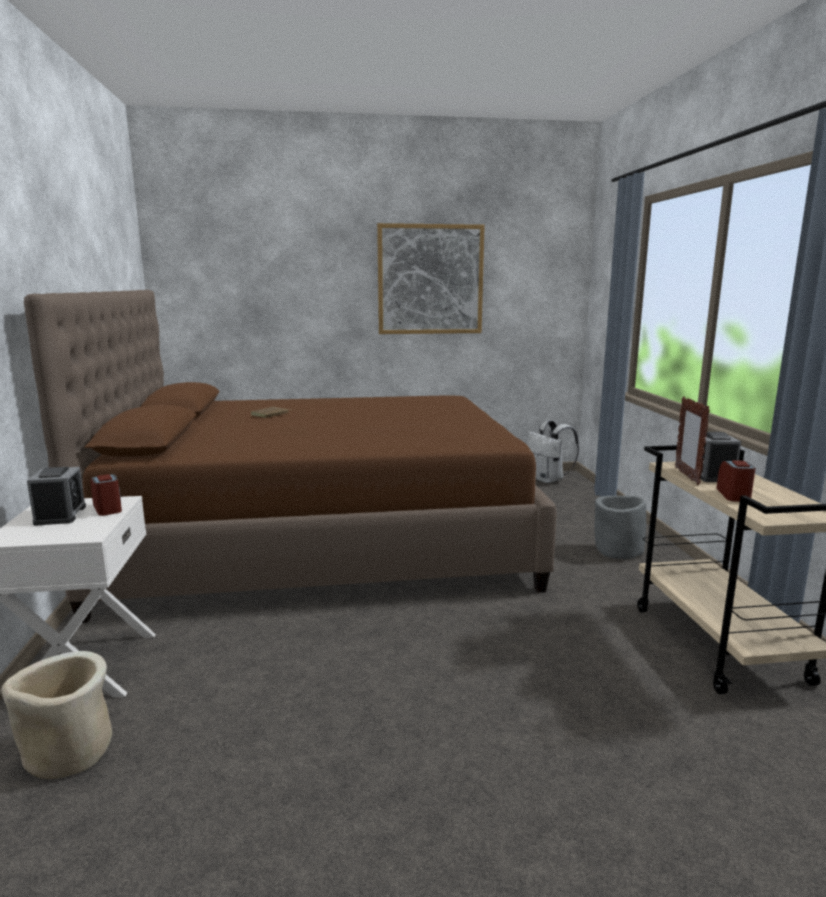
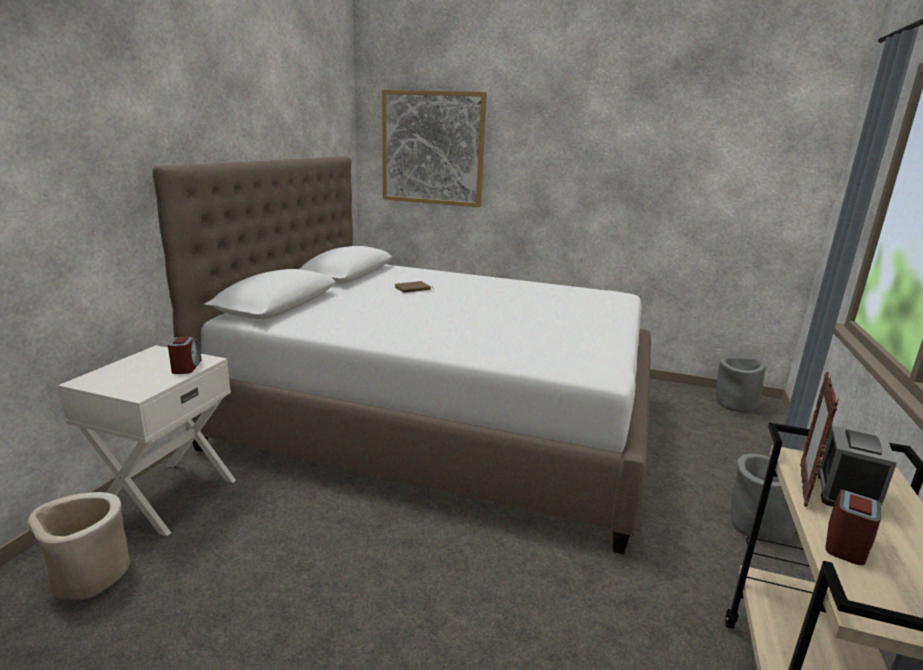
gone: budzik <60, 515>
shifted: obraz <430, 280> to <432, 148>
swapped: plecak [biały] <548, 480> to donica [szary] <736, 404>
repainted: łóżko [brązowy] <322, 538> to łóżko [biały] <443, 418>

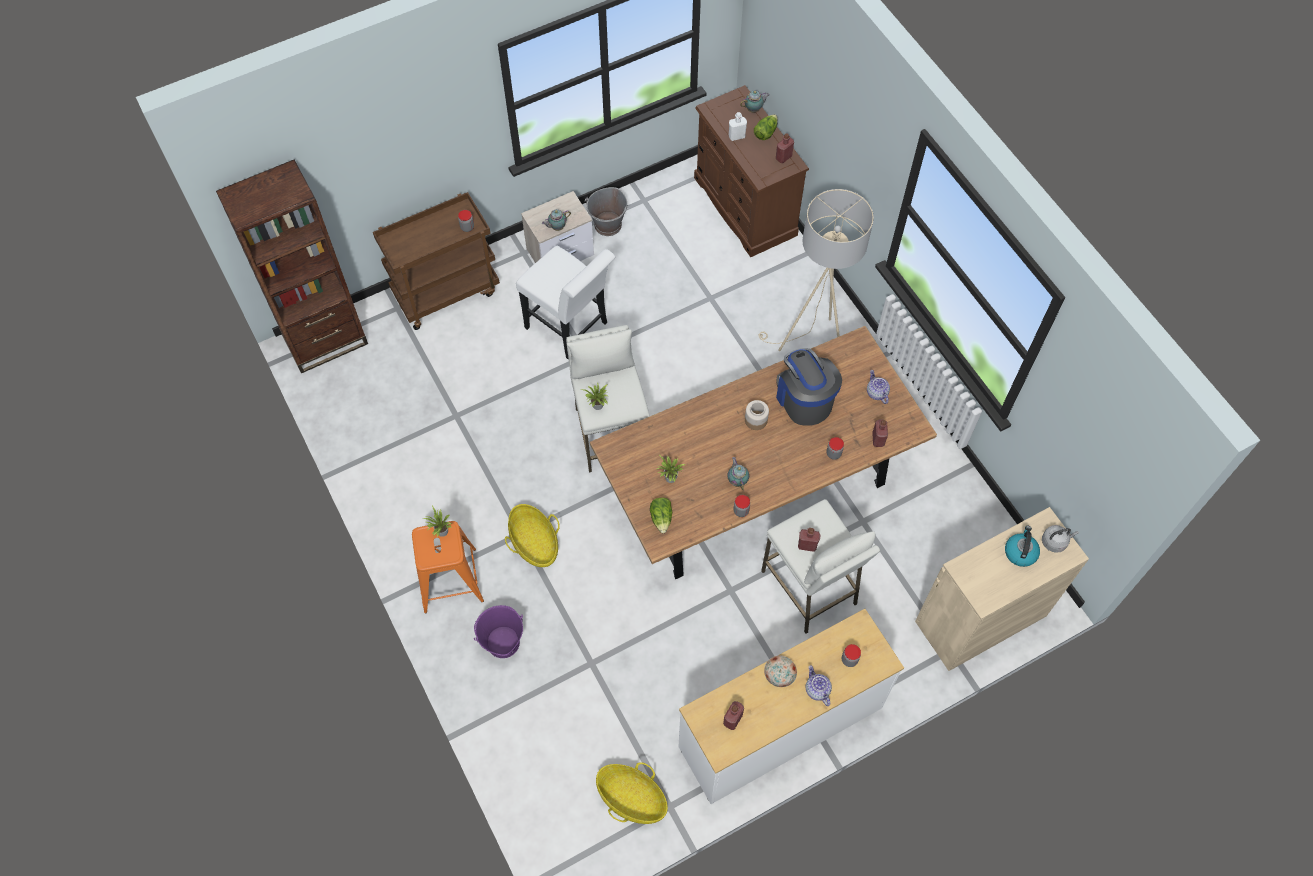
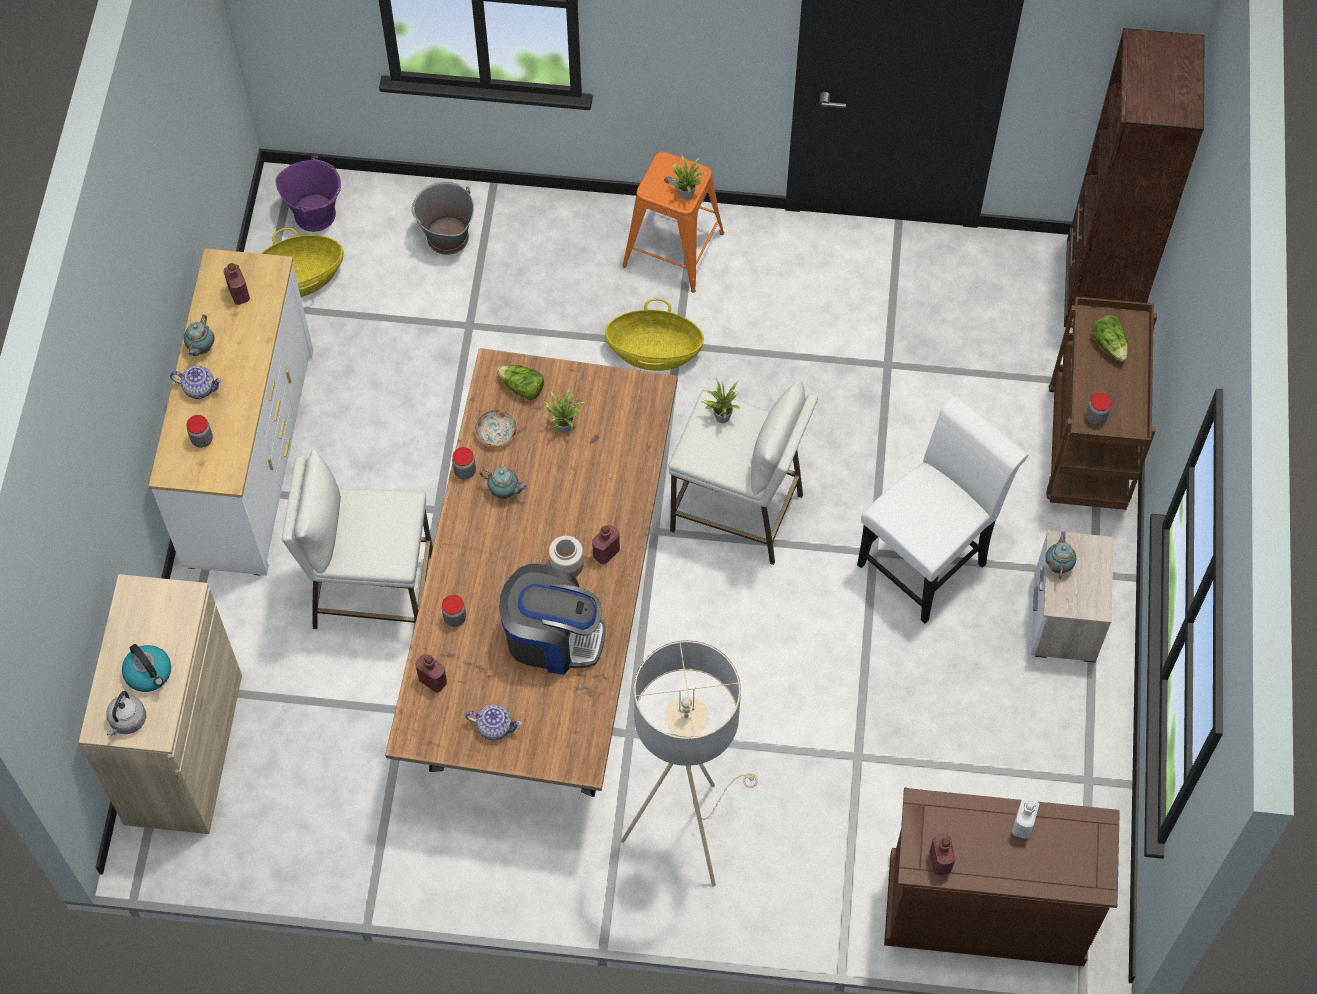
shifted: wiadro [fioletowy] <502, 642> to <315, 214>; wiadro [szary] <608, 225> to <447, 237>; imbryk <754, 109> to <201, 349>; sałata <765, 132> to <1110, 344>; talerz <779, 674> to <496, 432>; butelka [czerwony] <807, 545> to <606, 553>
rotated: krzesło [biały] <570, 328> = <928, 558> 150 degrees clockwise

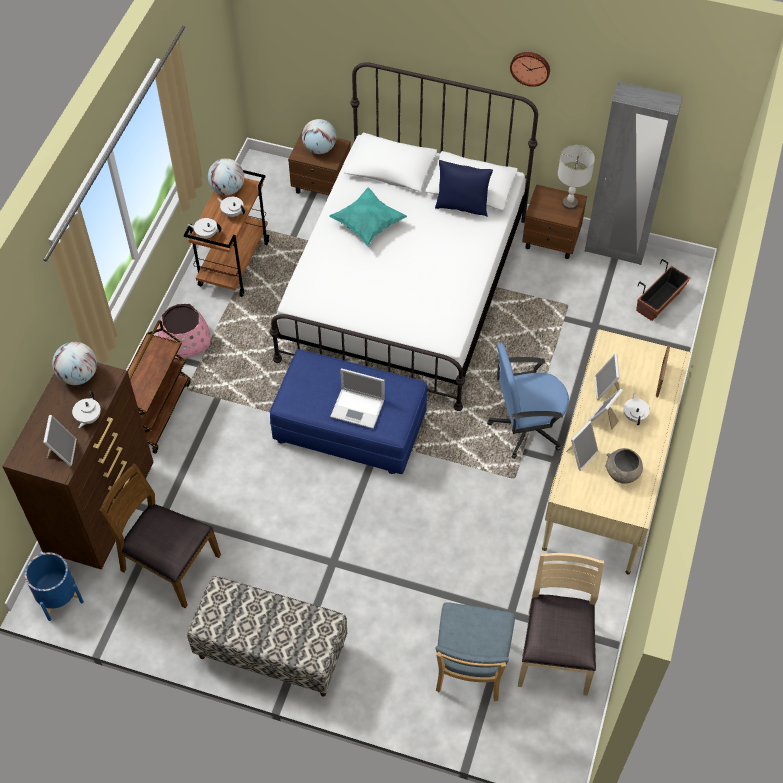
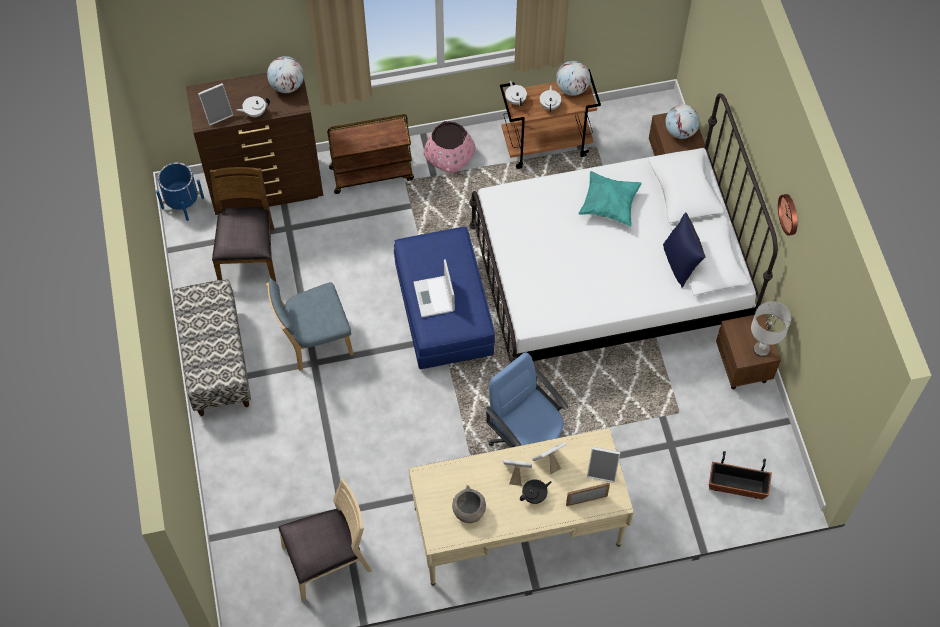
gone: szafa [szary] <615, 250>
shifted: krzesło [niebieski] <470, 669> to <314, 342>; ramka na zdjęcie <580, 455> to <602, 470>
repainted: imbryk [biały] <634, 416> to imbryk [czarny] <534, 496>

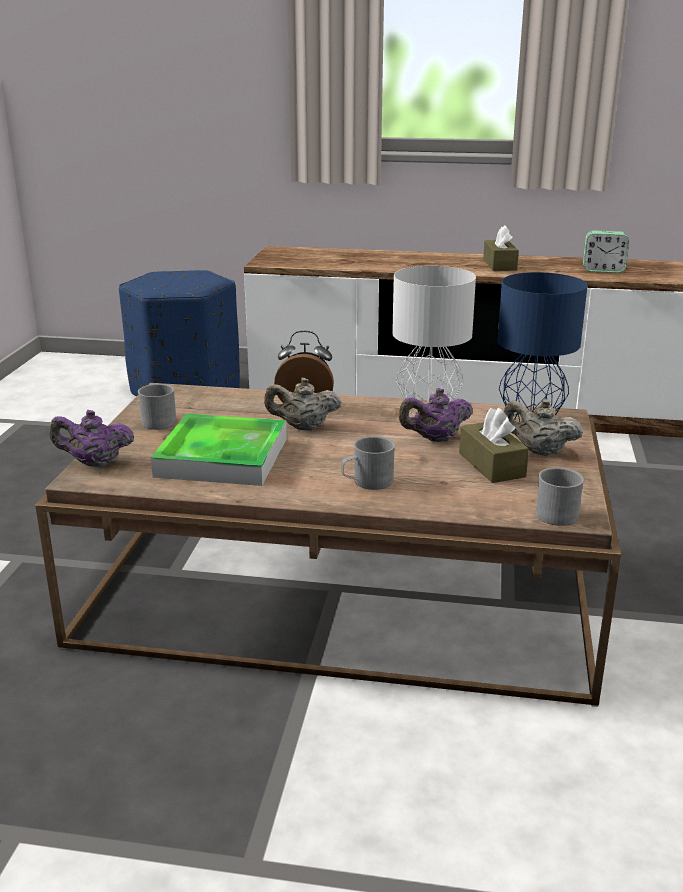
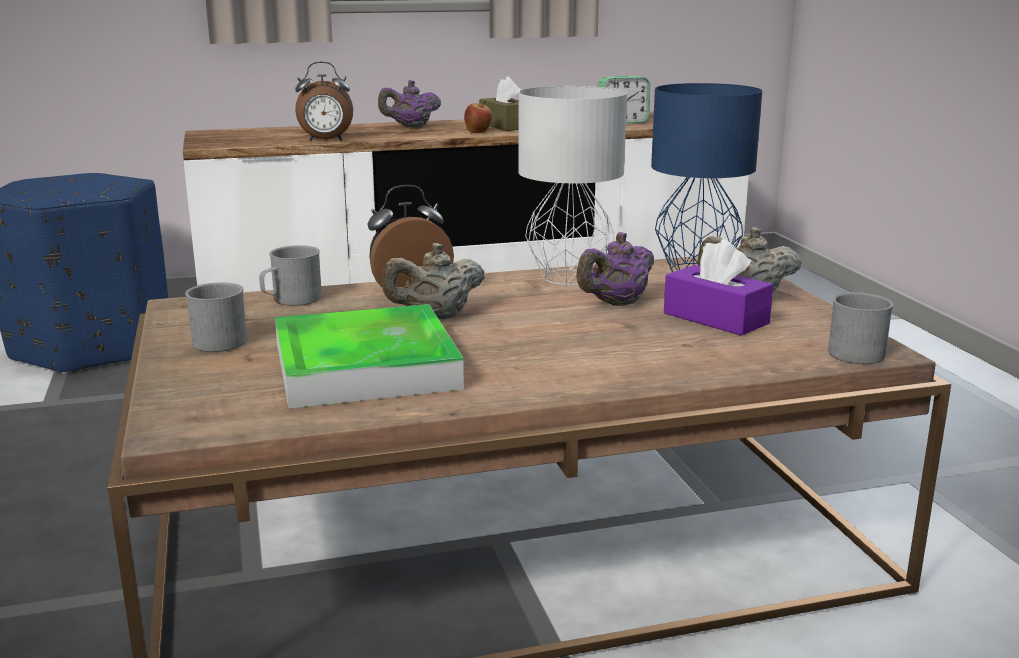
new: budzik <325, 140>; jabłko <478, 132>
shifted: imbryk [fioletowy] <95, 463> to <410, 127>; kubek [szary] <367, 482> to <291, 300>
repainted: pudełko chusteczek [brązowy] <491, 465> to pudełko chusteczek [fioletowy] <715, 318>

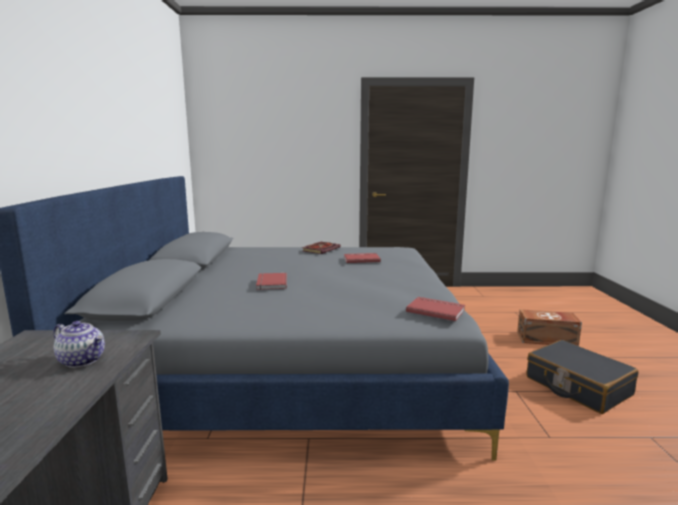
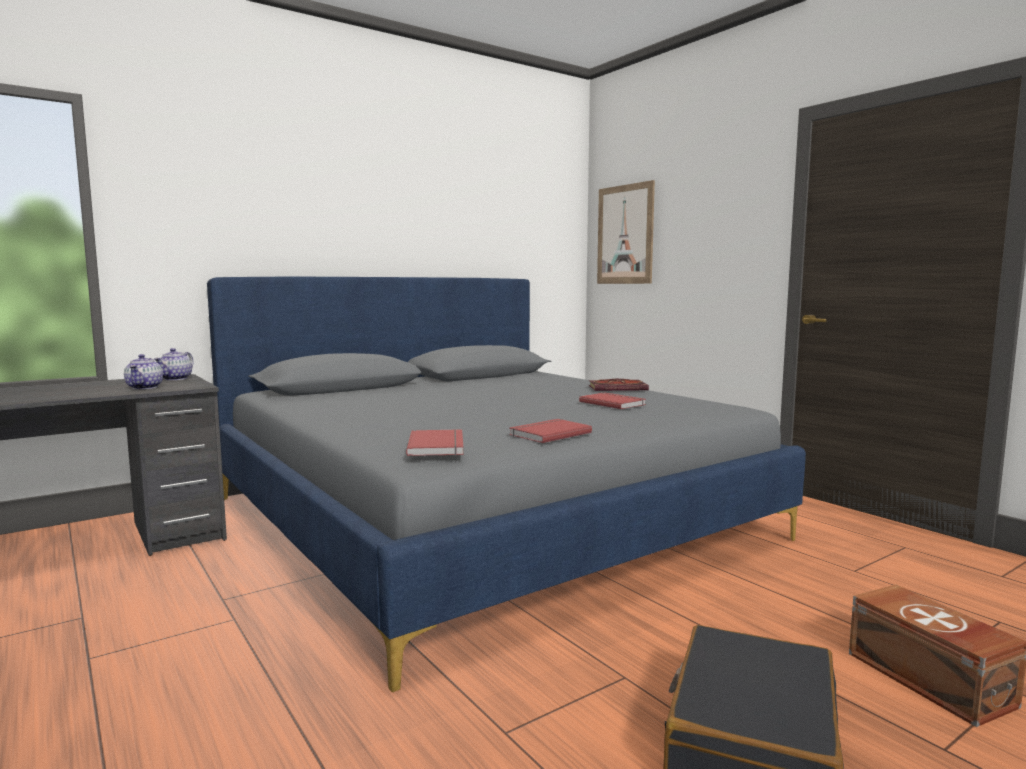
new: imbryk <175, 379>; obraz <625, 234>
shifted: książka [czerwony] <270, 283> to <548, 433>

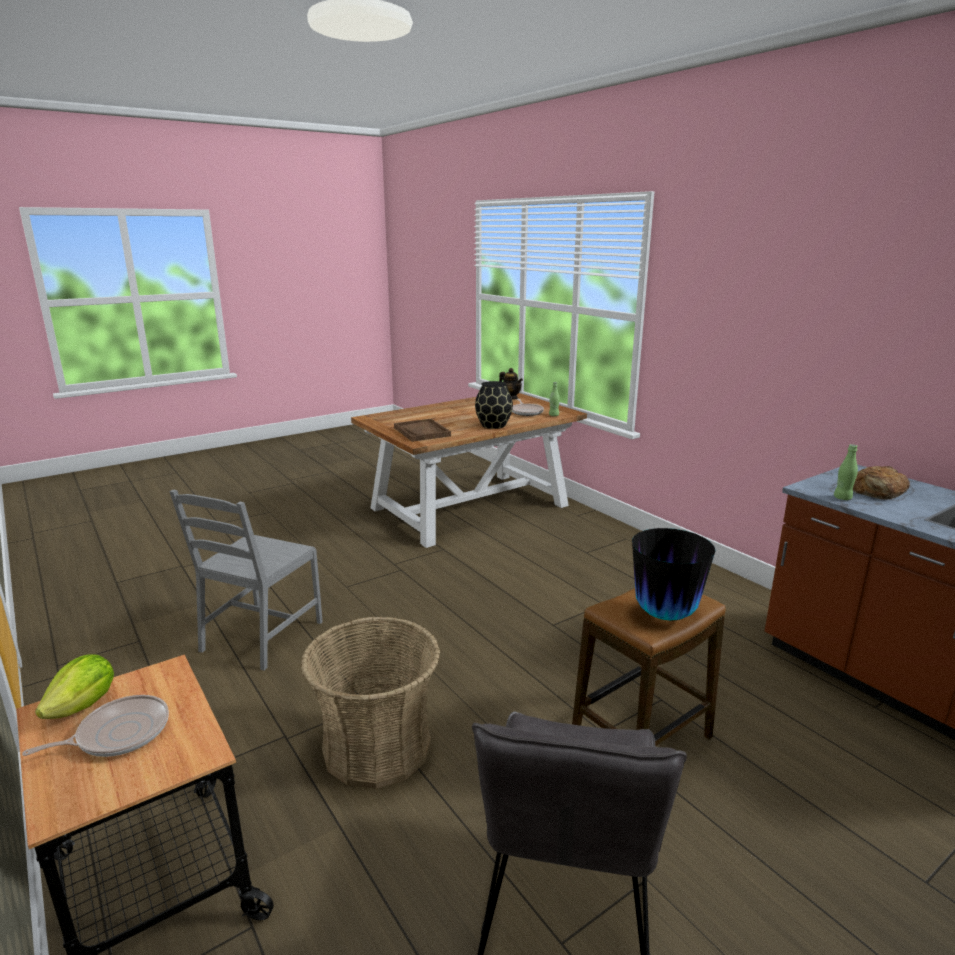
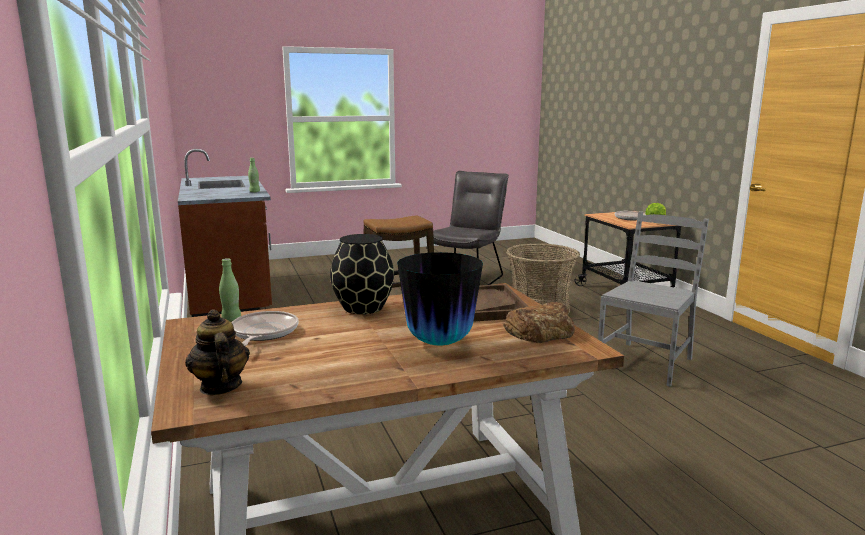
shifted: wazon <665, 615> to <439, 342>; chleb <877, 490> to <540, 331>

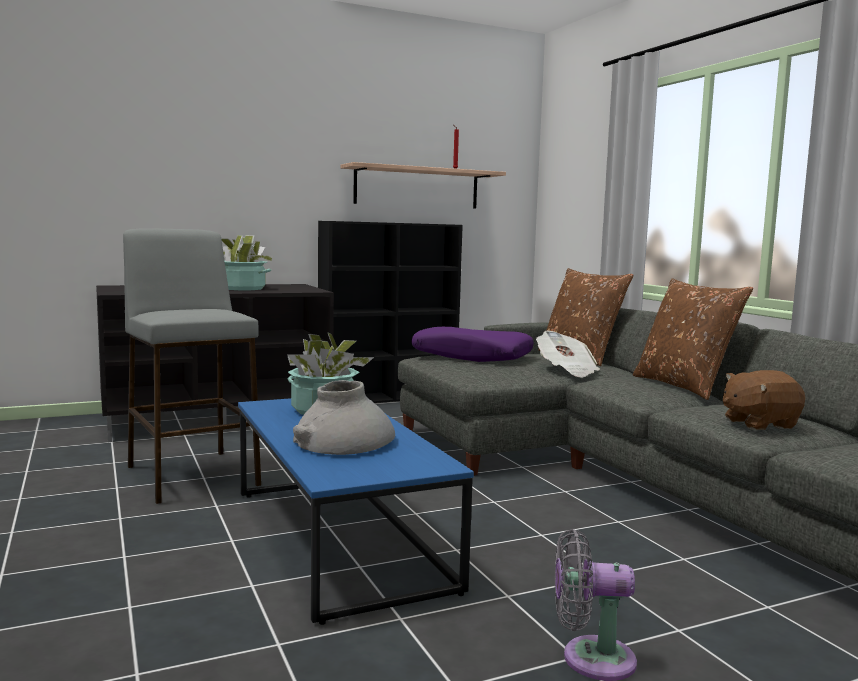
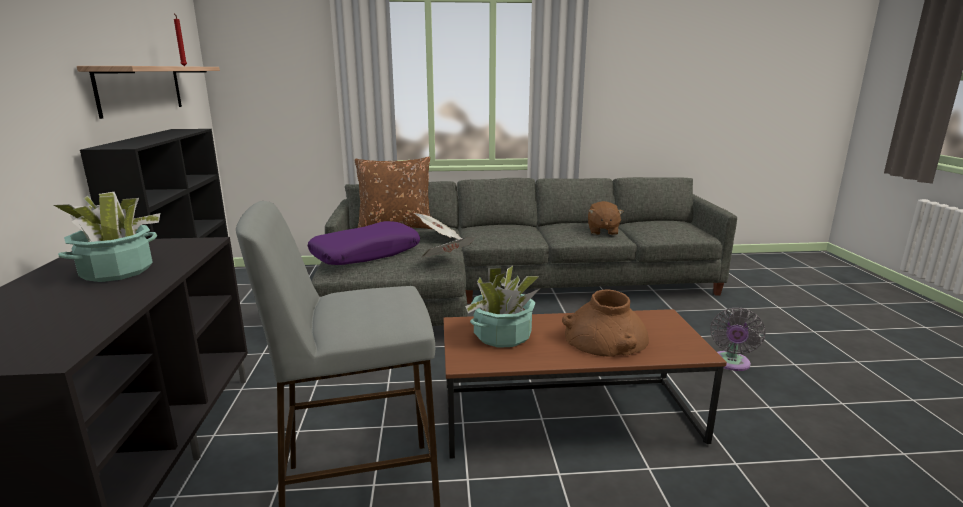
gone: poduszka [brązowy] <684, 386>
new: gazeta <448, 261>
repainted: ława [niebieski] <337, 538> to ława [brązowy] <568, 417>; wazon [szary] <343, 441> to wazon [brązowy] <605, 338>

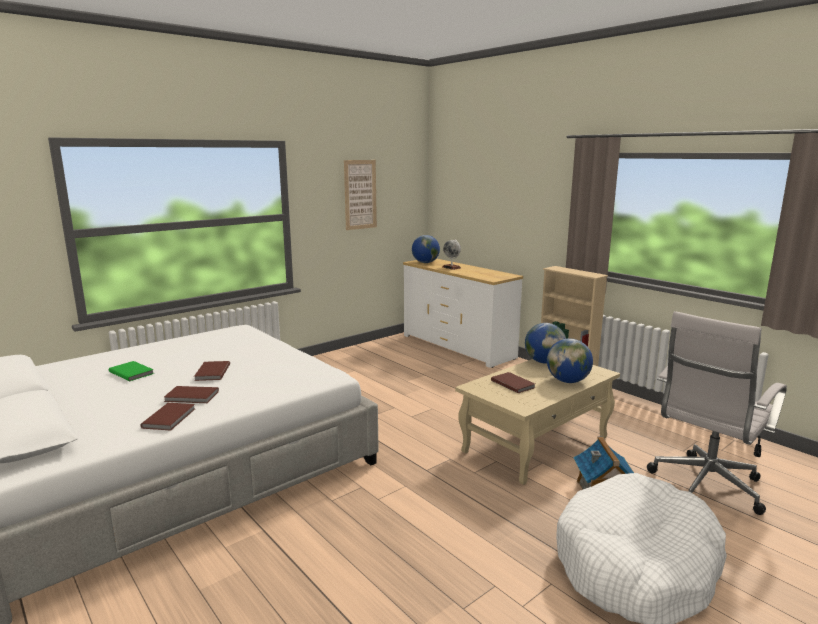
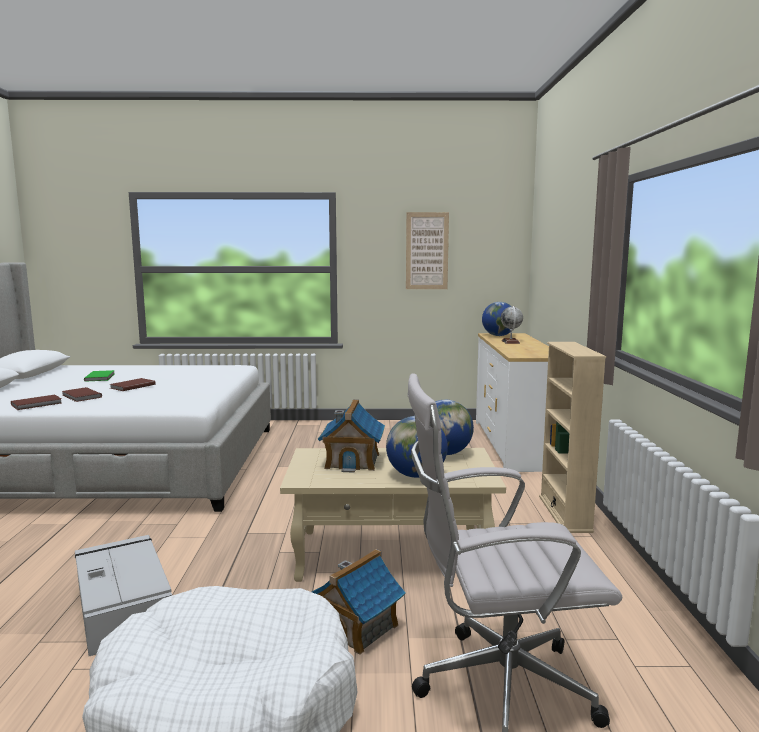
new: pojemnik do przechowywania [szary] <123, 605>
swapped: książka [brązowy] <513, 384> to domek <353, 461>

